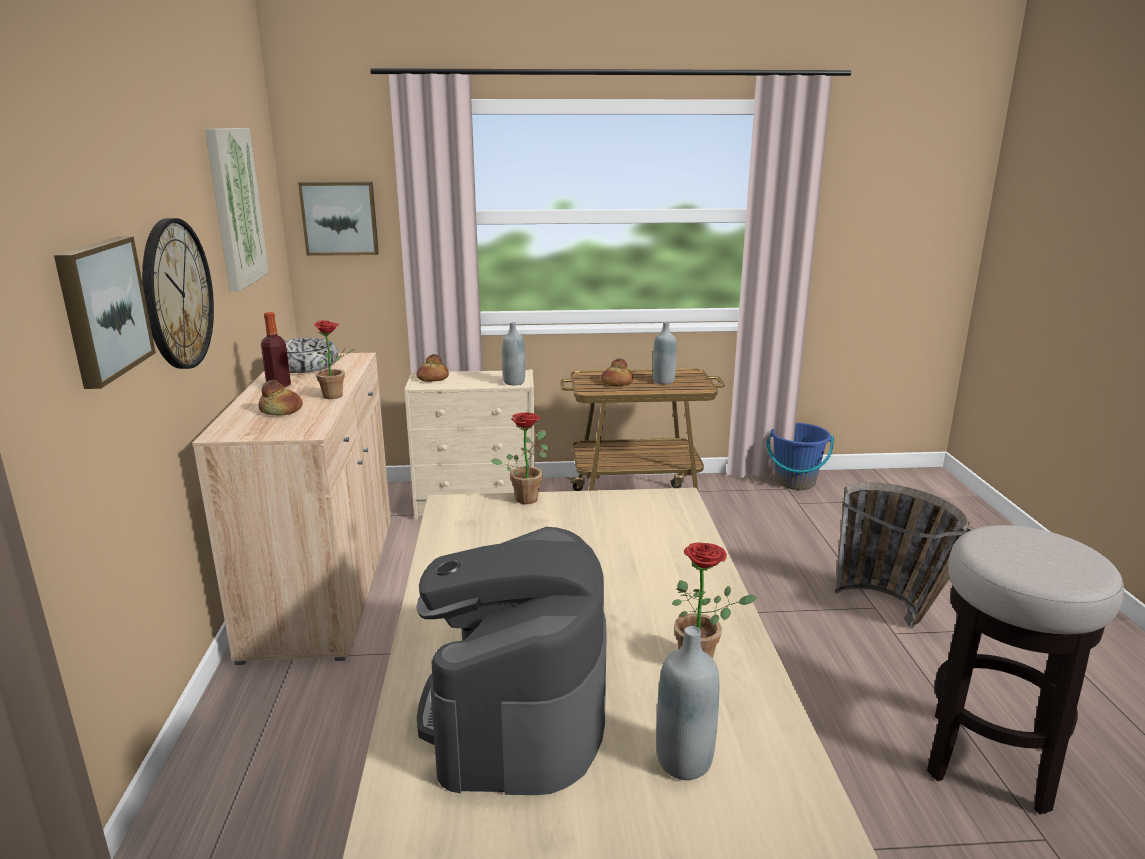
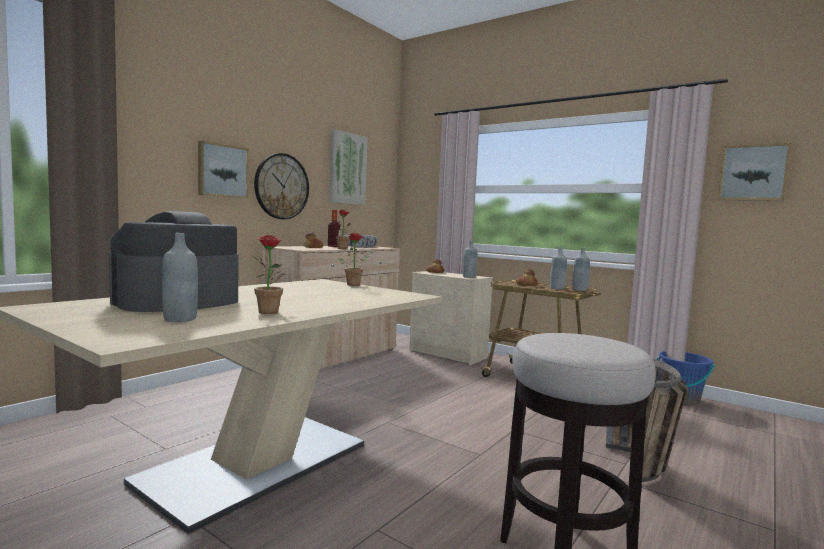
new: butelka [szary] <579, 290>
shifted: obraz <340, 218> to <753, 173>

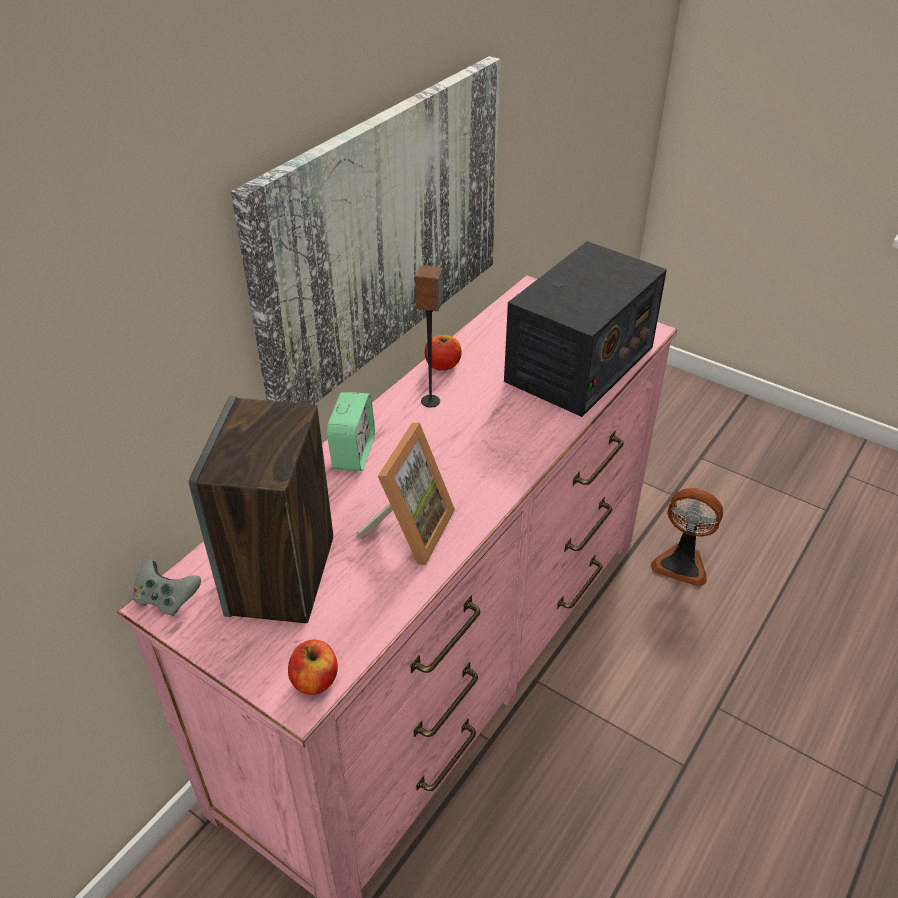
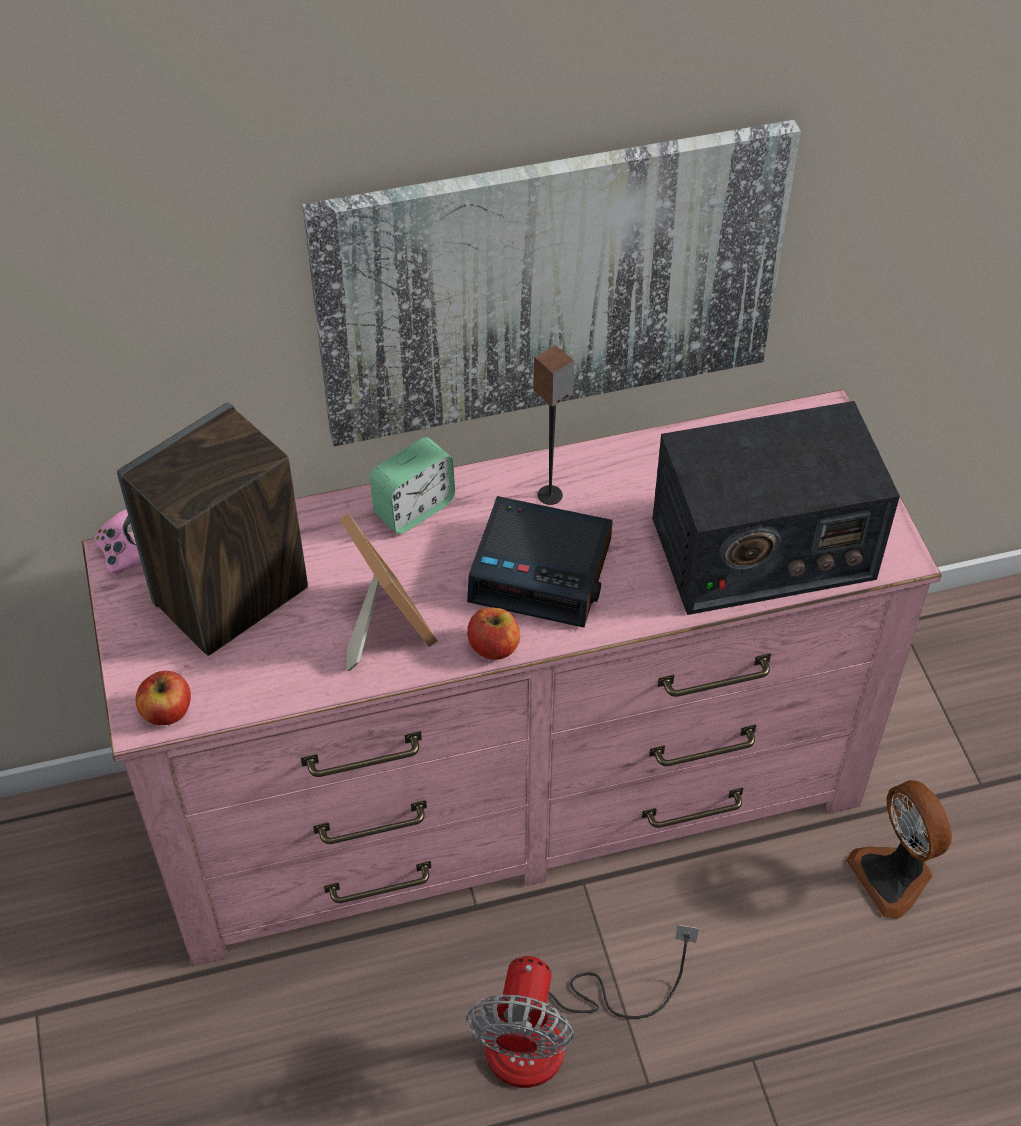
new: wentylator <553, 1034>; budzik <542, 571>
shifted: jabłko <443, 365> to <494, 646>
repainted: pad do gier [szary] <167, 599> to pad do gier [różowy] <125, 555>
rotated: ramka na zdjęcie <409, 529> = <381, 625> 90 degrees counterclockwise

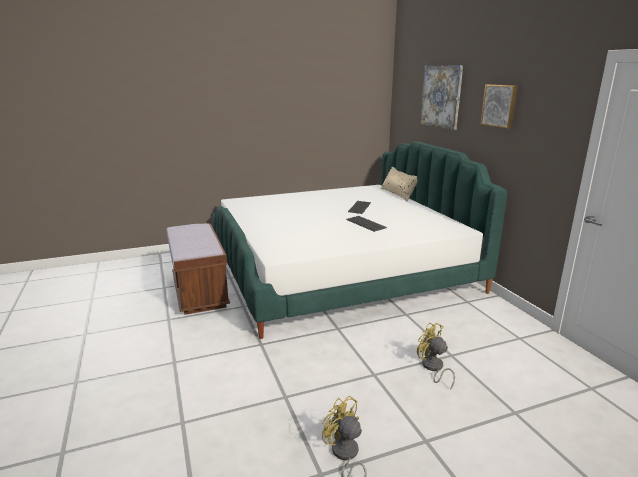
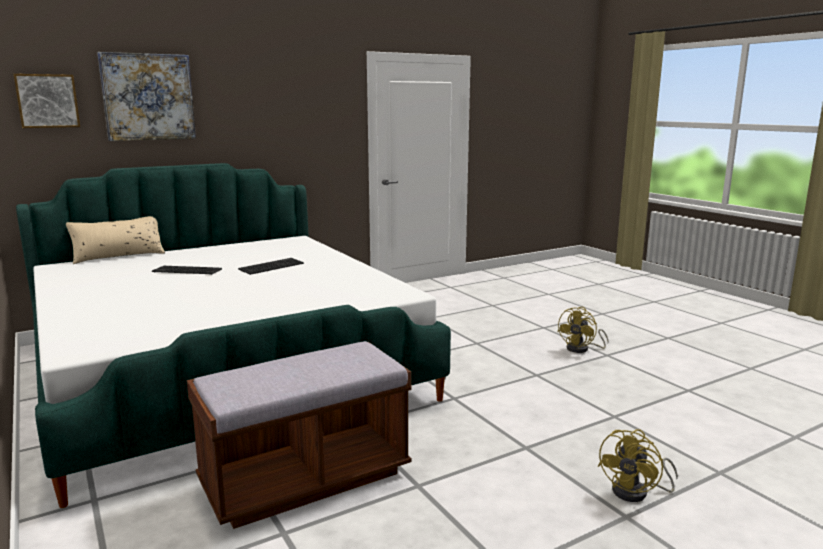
shifted: wentylator [żółty] <433, 368> to <637, 492>; obraz <500, 105> to <47, 101>

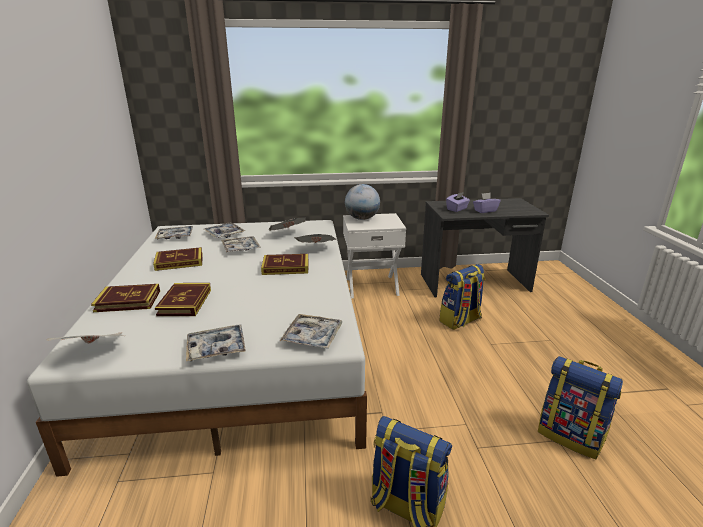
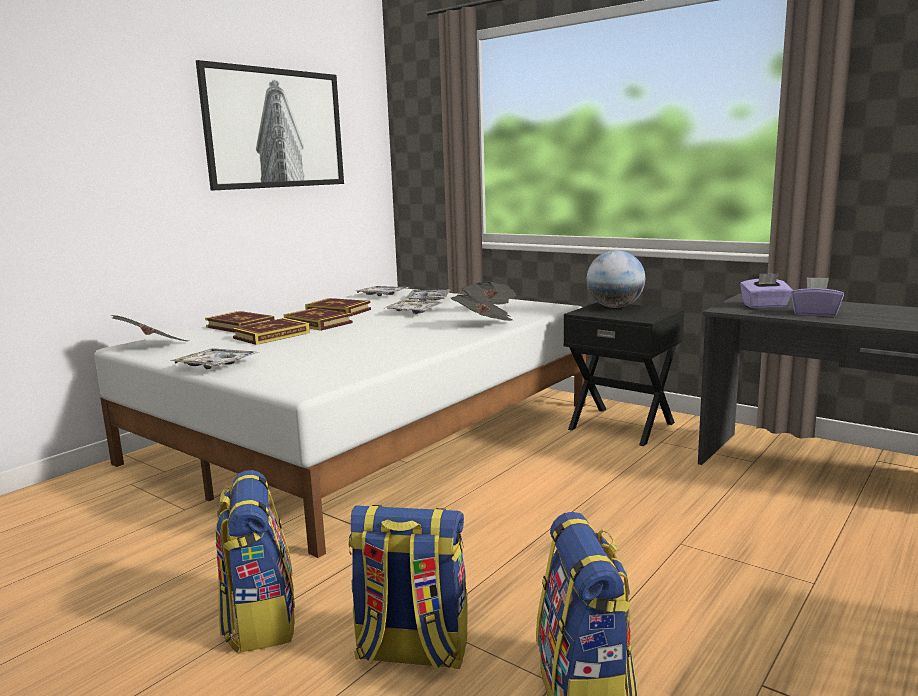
gone: taca <312, 336>
new: obraz <276, 128>
shifted: książka <285, 267> to <318, 323>; plecak <460, 321> to <411, 651>
repainted: szafka nocna [biały] <371, 286> to szafka nocna [czarny] <622, 425>

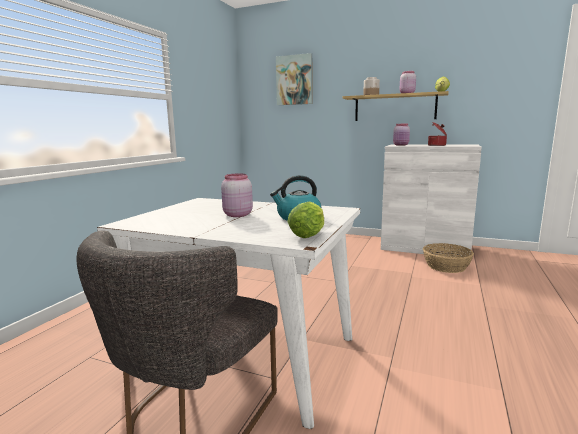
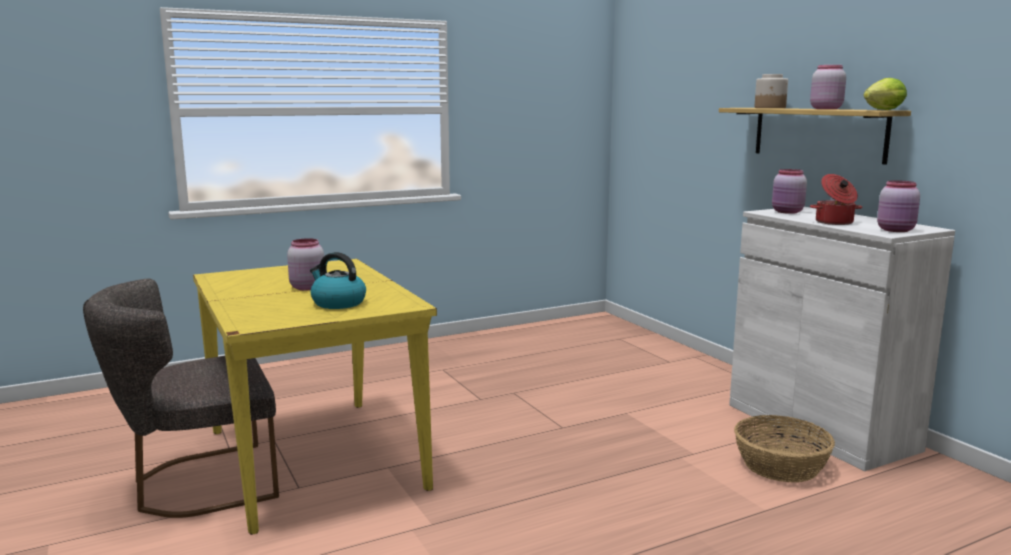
gone: obraz <294, 80>; sałata <309, 234>
new: słoik [różowy] <896, 230>
repainted: stół jadalny [biały] <247, 355> to stół jadalny [żółty] <315, 458>

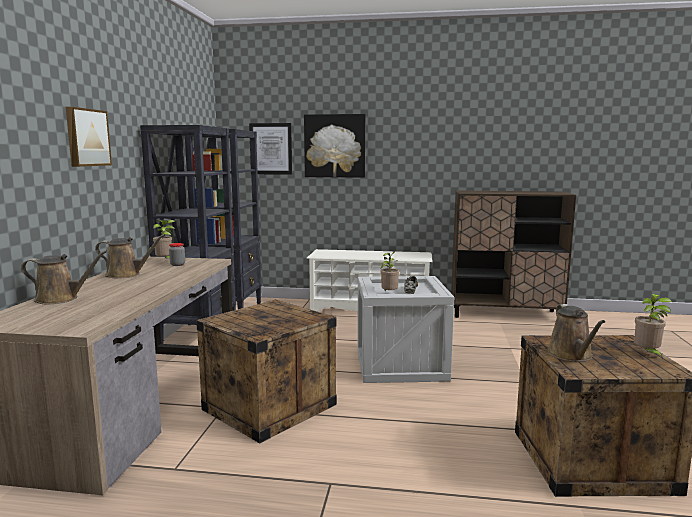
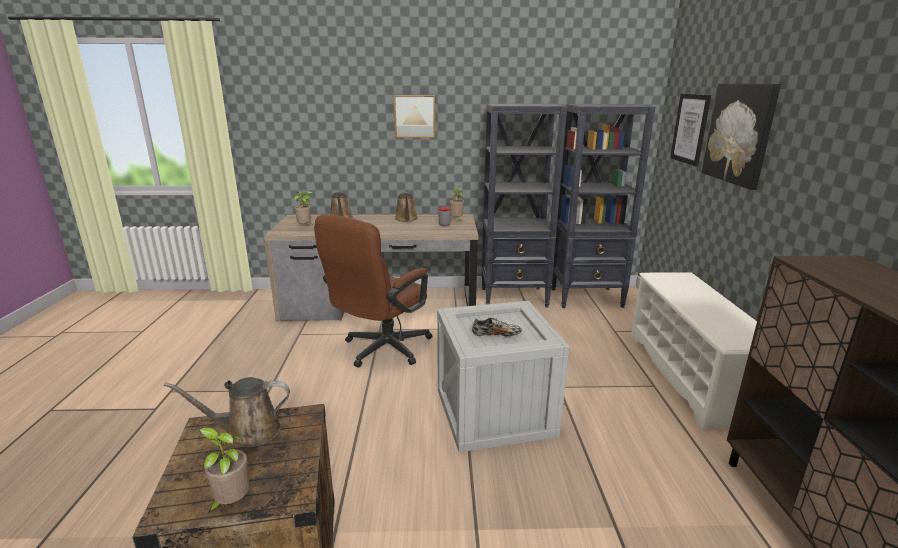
shifted: roślina doniczkowa <389, 294> to <305, 227>
swapped: skrzynka <269, 407> to krzesło biurowe [brązowy] <381, 350>

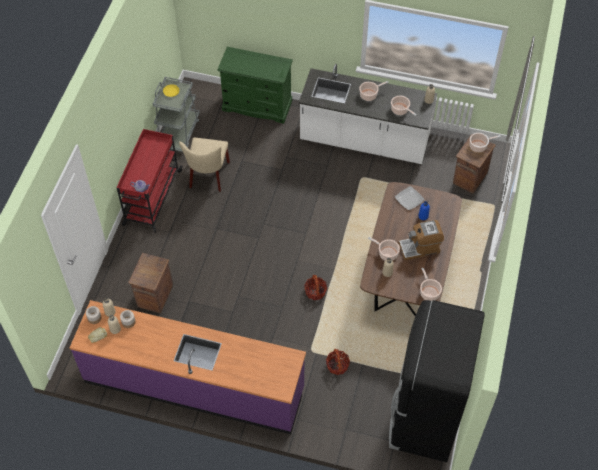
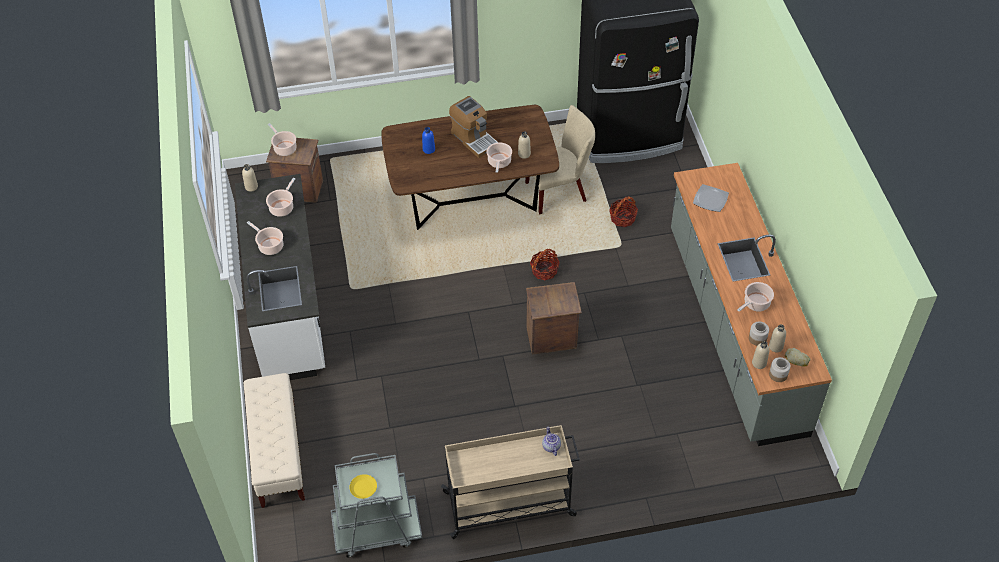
shifted: skrzynka <155, 296> to <552, 338>; krzesło [beżowy] <208, 177> to <560, 191>; talerz <409, 199> to <711, 199>; garnek <429, 292> to <755, 304>
swapped: komoda [zielony] <257, 105> to ławka [beżowy] <278, 453>
repainted: zabudowa kuchenna [fioletowy] <194, 385> to zabudowa kuchenna [szary] <734, 329>; wózek [czerwony] <152, 198> to wózek [beżowy] <510, 504>

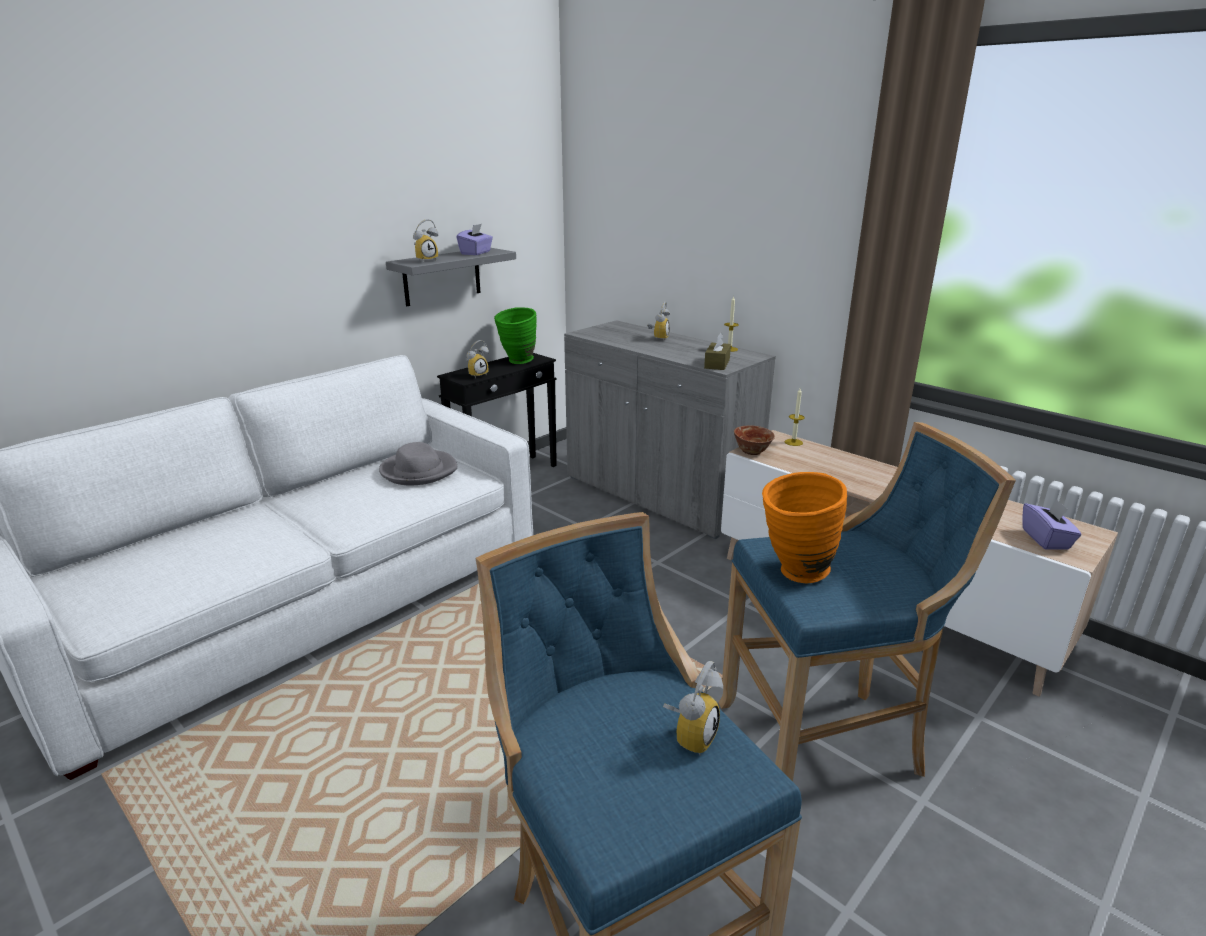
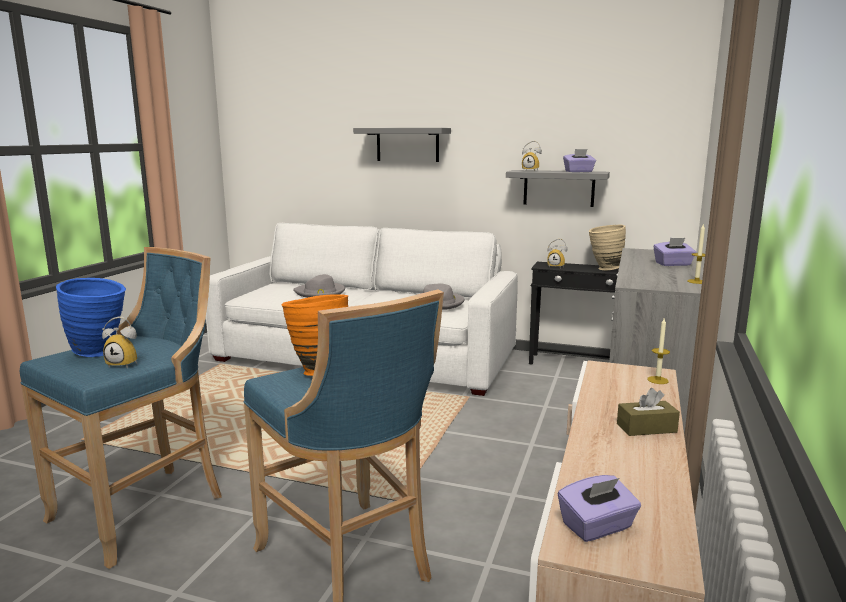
gone: miska <752, 452>
new: wazon [niebieski] <100, 353>; kapelusz [szary] <320, 293>; półka [szary] <407, 144>
shifted: pudełko chusteczek [brązowy] <717, 364> to <646, 428>
swapped: budzik <658, 338> to pudełko chusteczek [fioletowy] <673, 264>
repainted: wazon [zielony] <517, 362> to wazon [beżowy] <604, 269>

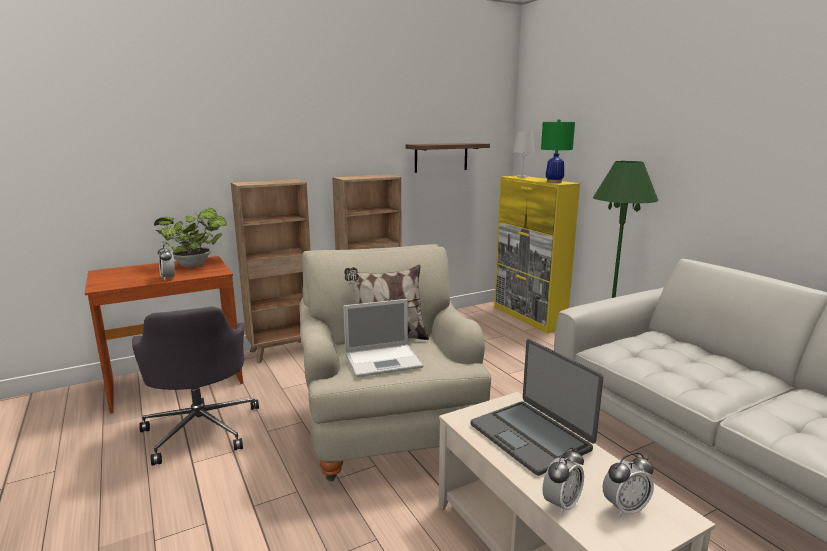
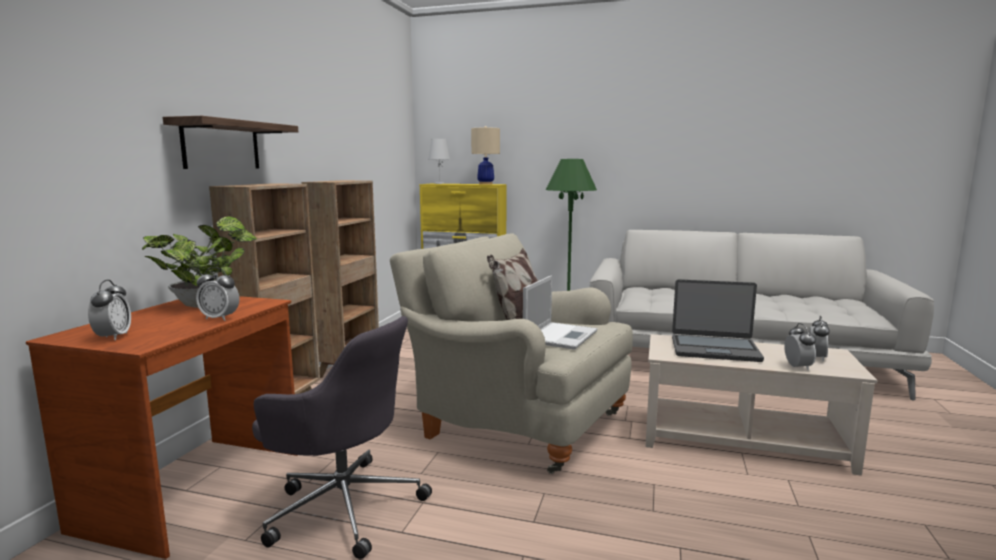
new: budzik <113, 337>
shifted: półka <441, 157> to <221, 145>
repainted: lampa stołowa [zielony] <554, 182> to lampa stołowa [beżowy] <485, 184>

